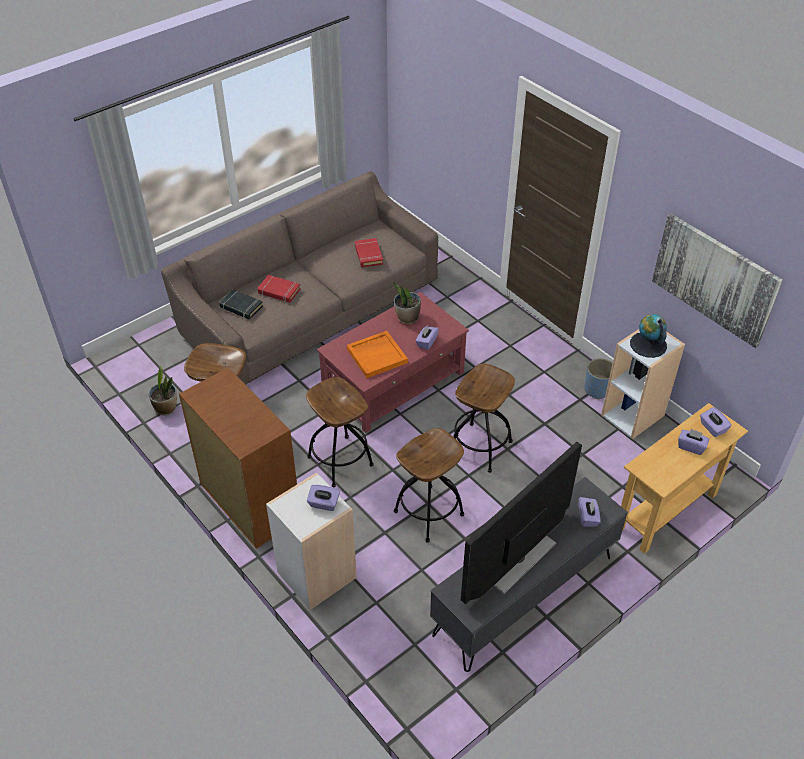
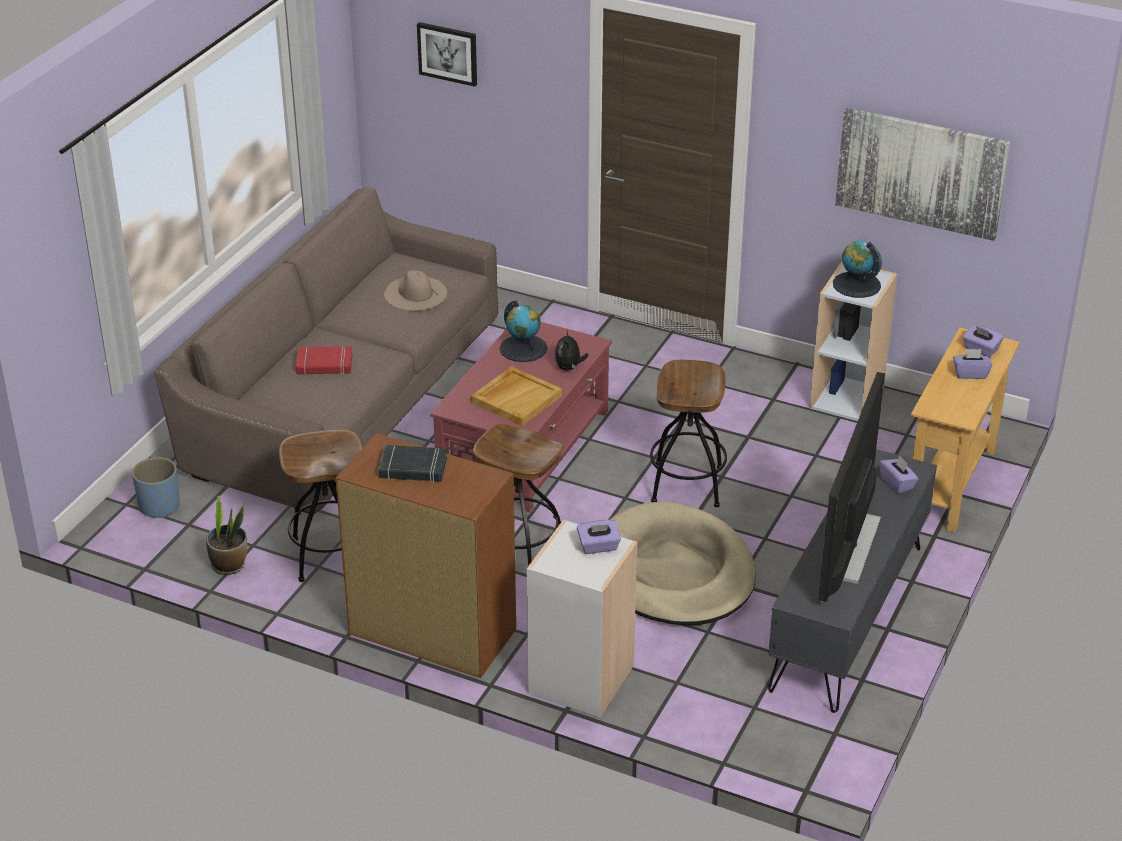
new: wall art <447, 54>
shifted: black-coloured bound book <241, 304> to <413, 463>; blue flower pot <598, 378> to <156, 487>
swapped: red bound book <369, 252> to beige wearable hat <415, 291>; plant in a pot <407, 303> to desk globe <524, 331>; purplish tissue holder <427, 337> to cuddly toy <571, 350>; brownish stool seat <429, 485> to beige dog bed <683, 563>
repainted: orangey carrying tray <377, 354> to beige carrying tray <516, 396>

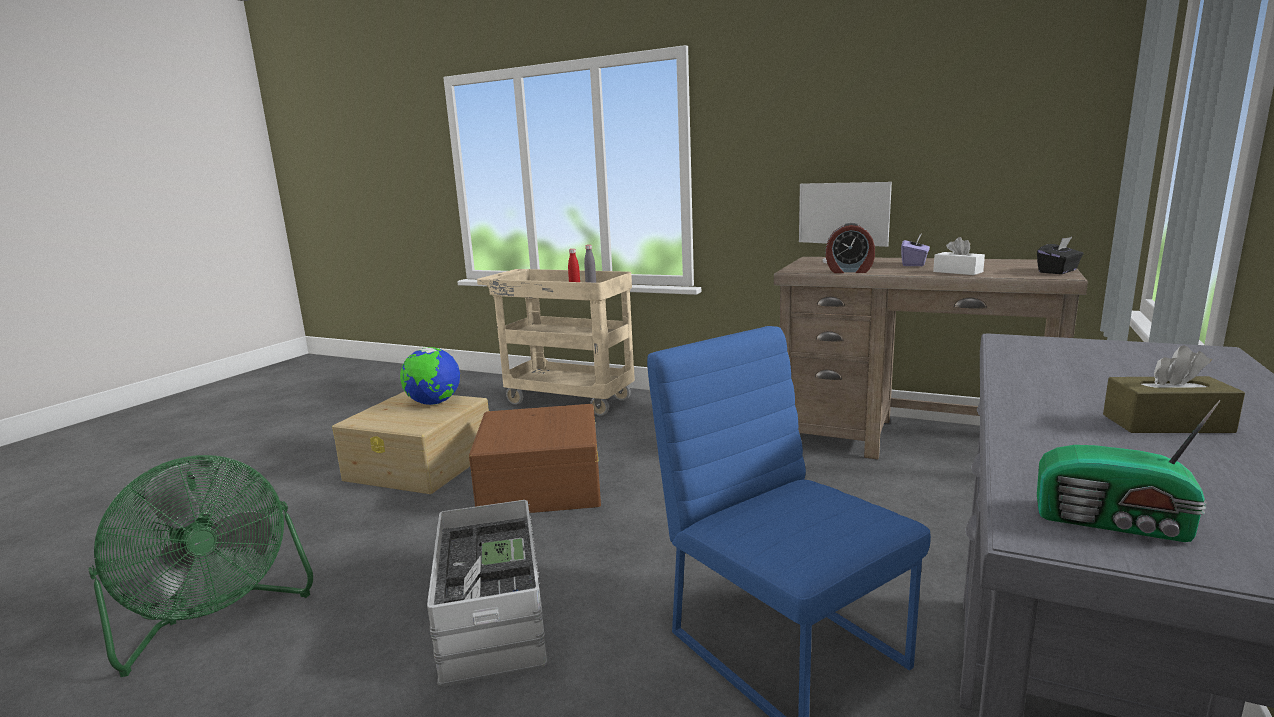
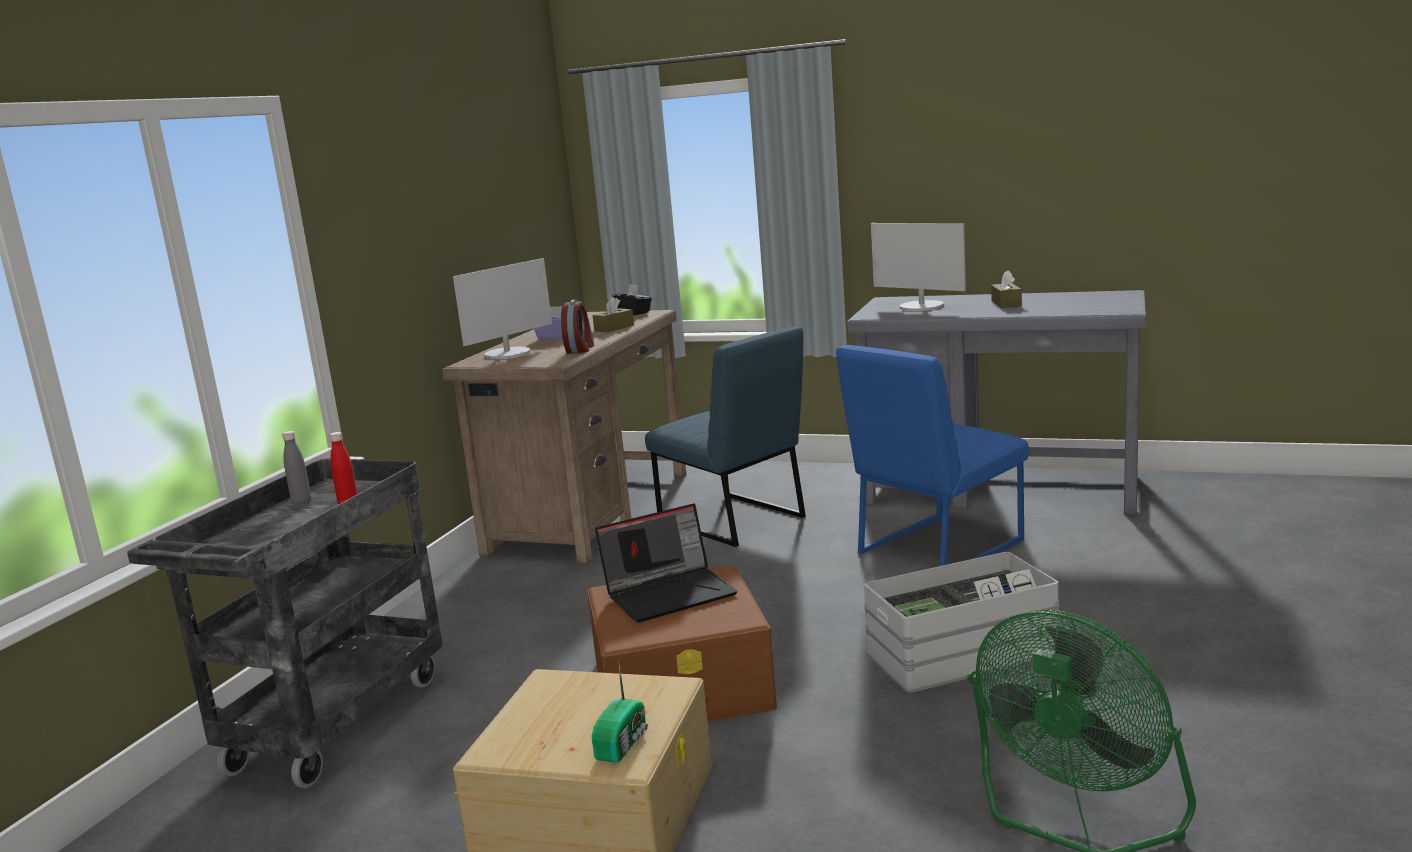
gone: desk globe <430, 376>
new: computer screen <918, 267>; blue plain chair <725, 437>; laptop <666, 563>
shifted: radio set <1129, 471> to <620, 712>
repainted: white-coloured tissue holder <959, 256> to brownish tissue holder <613, 315>; beige wheeled cart <556, 342> to black-coloured wheeled cart <285, 623>

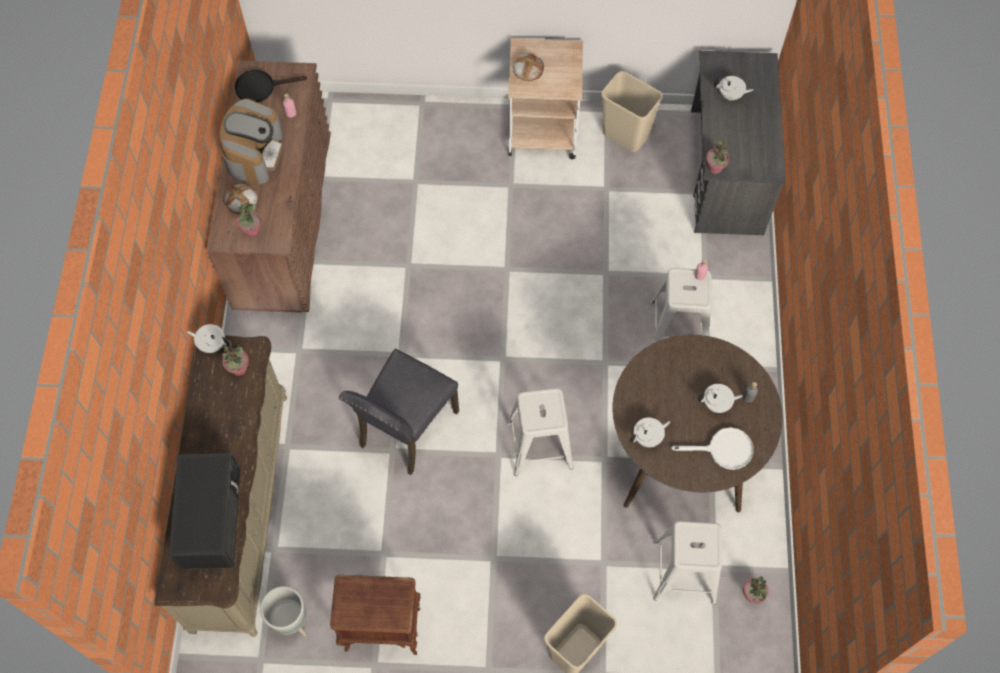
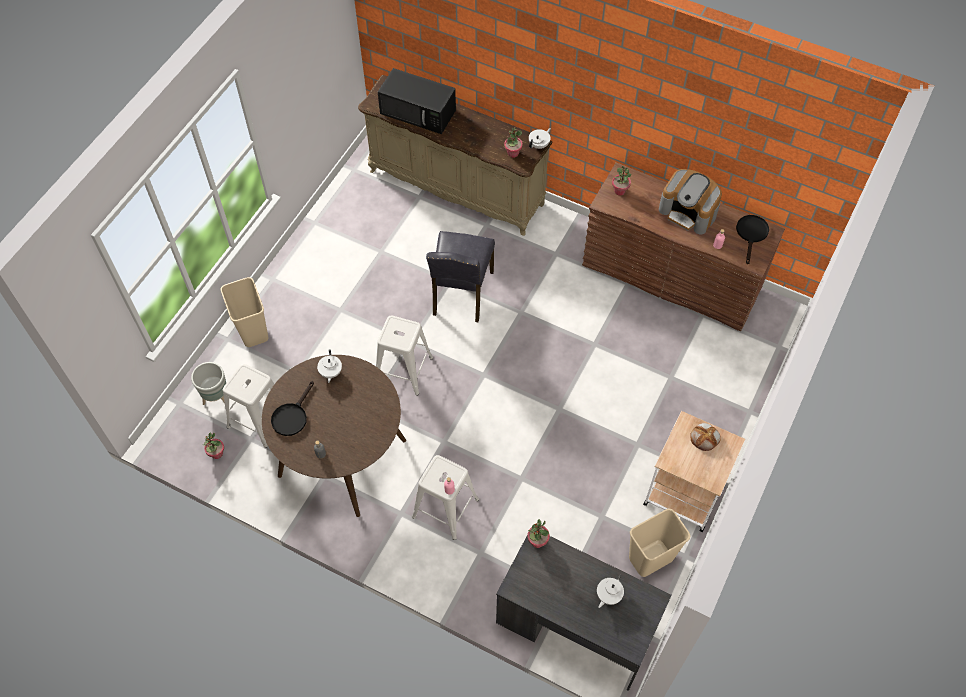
gone: bread <240, 199>; white-coloured pot for tea <720, 398>; brownish nightstand <375, 615>
shifted: greyish flower pot <283, 611> to <208, 383>
repainted: white-coloured skillet <712, 448> to black-coloured skillet <292, 408>
rotated: greyish plain chair <399, 411> = <460, 276> 135 degrees counterclockwise

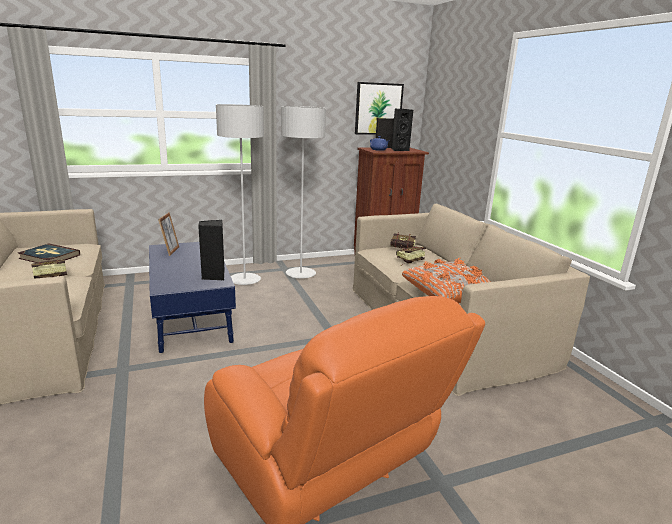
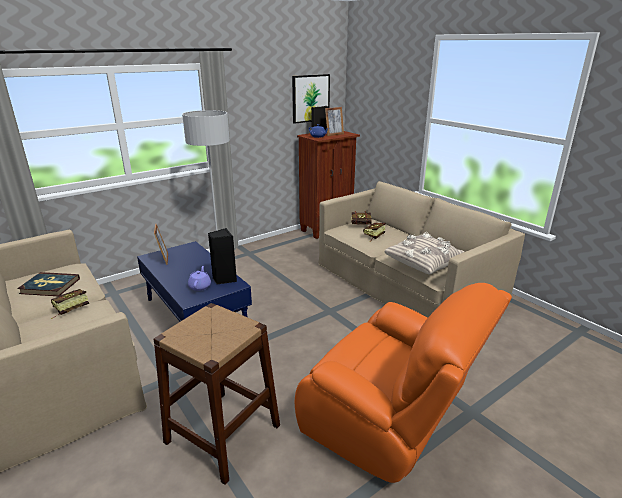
gone: greyish floor lamp <303, 192>
new: purplish pot for tea <199, 278>; brownish stool seat <216, 394>
swapped: black-coloured loudspeaker <402, 130> to photo frame <334, 121>
repainted: orangey cushion <446, 280> to beige cushion <424, 253>

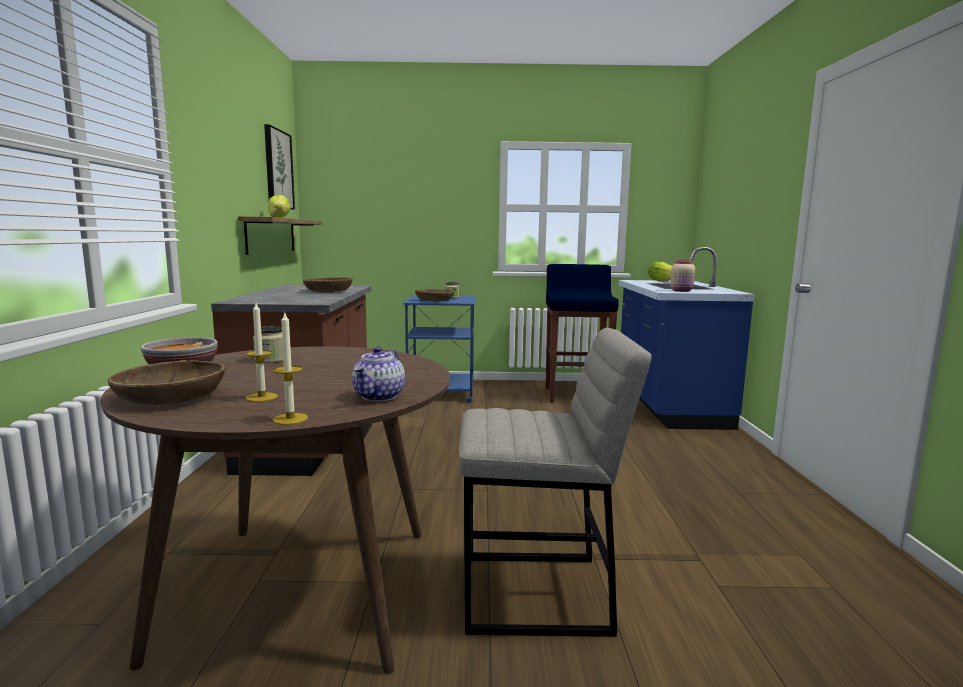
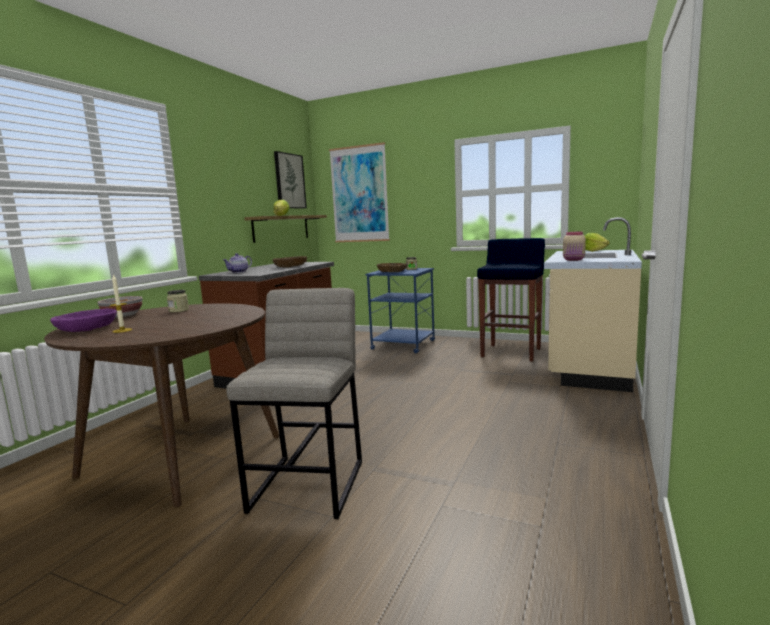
gone: candle <290, 369>
new: wall art <359, 192>
shifted: pot for tea <378, 373> to <237, 263>
repainted: blue kitchen counter <687, 338> to beige kitchen counter <593, 304>; brownish deep dish <166, 382> to purplish deep dish <83, 320>
rotated: greyish plain chair <555, 482> = <294, 403> 105 degrees counterclockwise

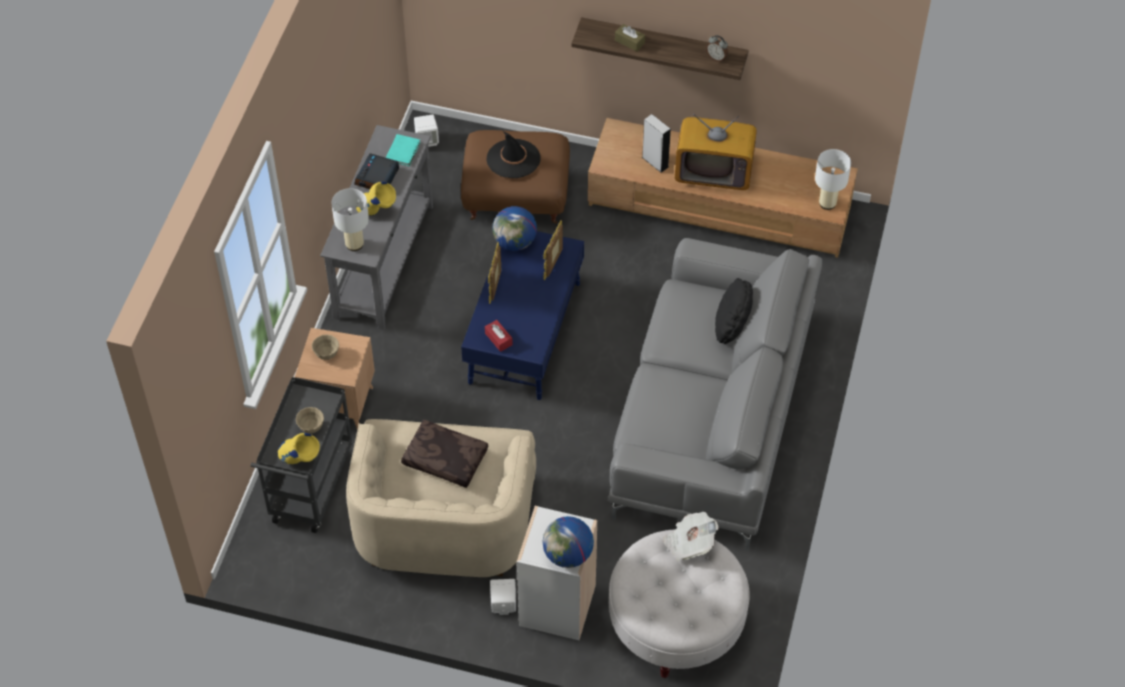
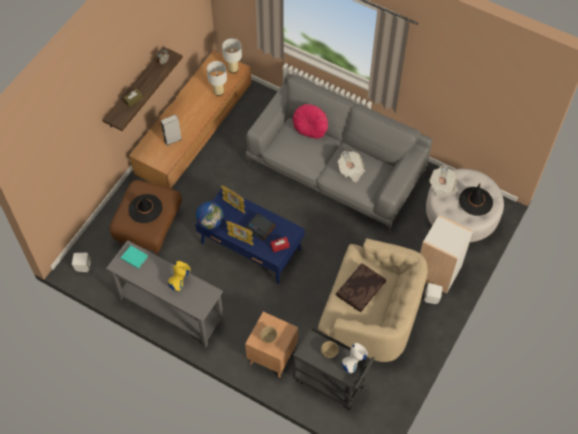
gone: TV set <716, 152>; desk globe <568, 542>
new: daily paper <351, 166>; black-coloured wearable hat <476, 199>
shifted: alarm clock <376, 171> to <260, 227>; white-coloured table lamp <350, 219> to <217, 78>
repainted: black-coloured cushion <734, 311> to pink cushion <310, 121>; yellow-coloured decorative vase <299, 448> to white-coloured decorative vase <355, 358>

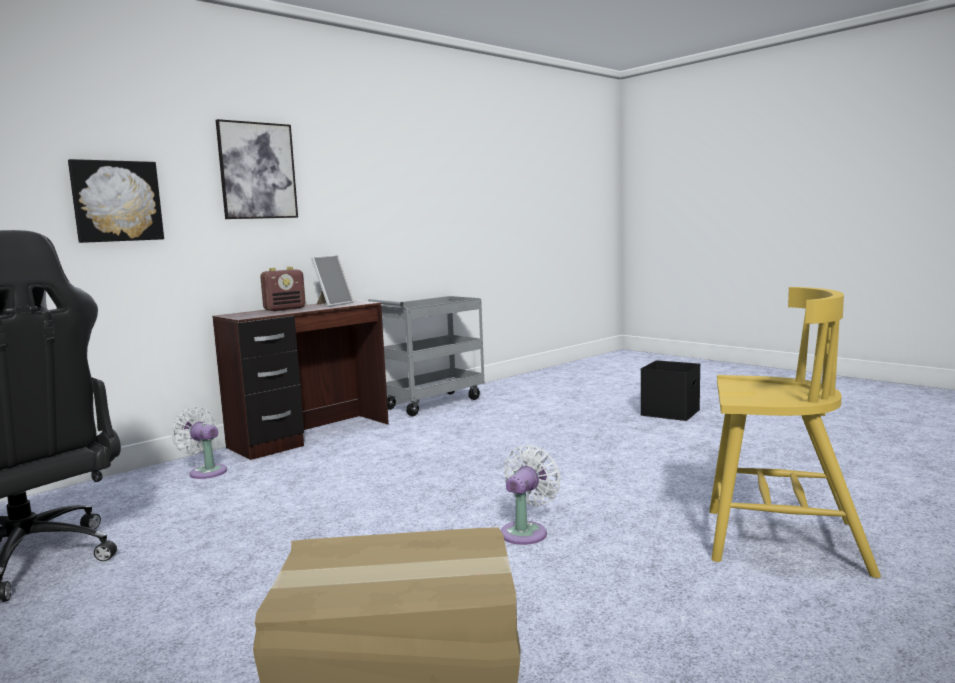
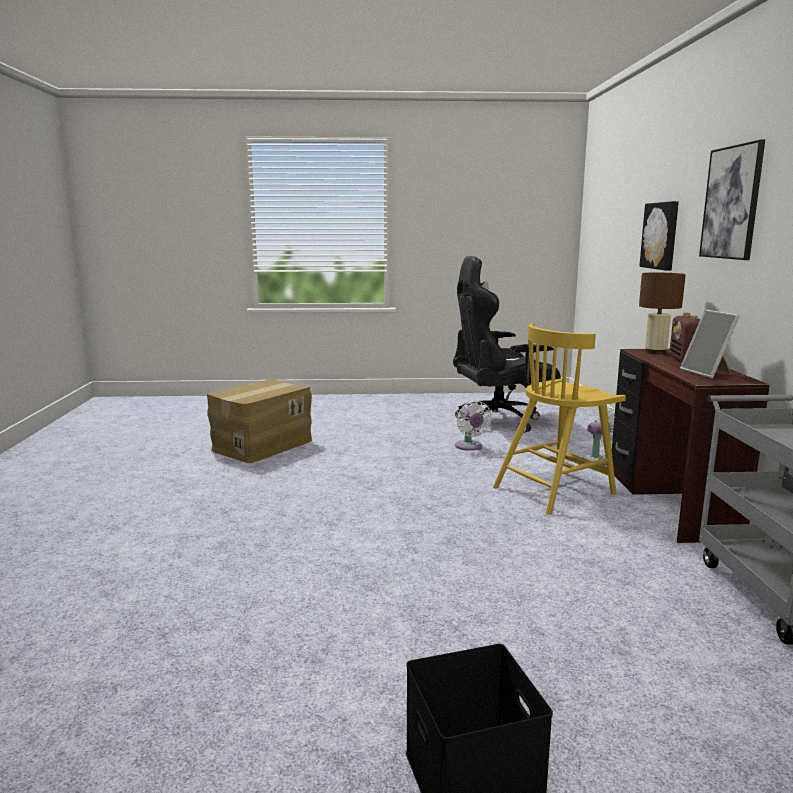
new: brownish table lamp <662, 313>
shifted: yellow-coloured plain chair <795, 432> to <559, 419>; white-coloured fan <531, 495> to <473, 426>

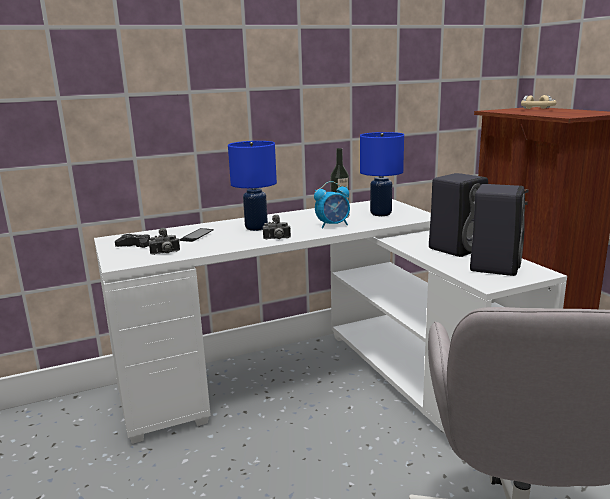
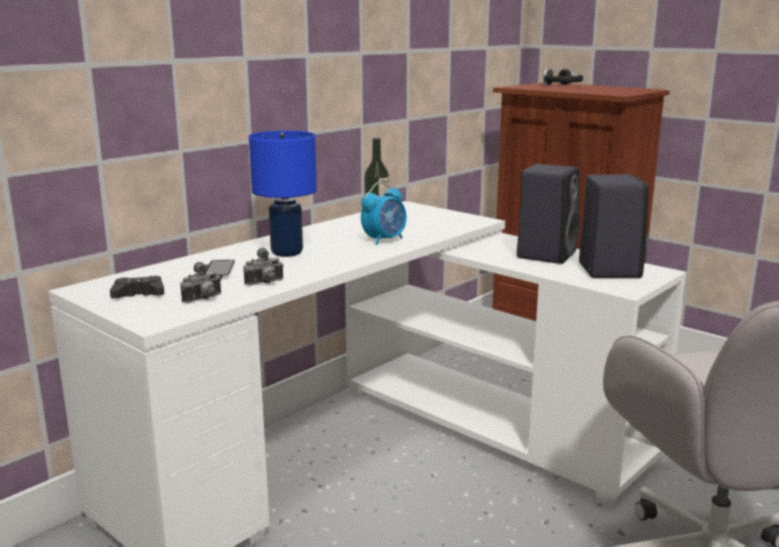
gone: blue table lamp <382, 174>
shifted: photo camera <276, 227> to <263, 267>
repainted: beige headphones <539, 102> to black-coloured headphones <563, 77>

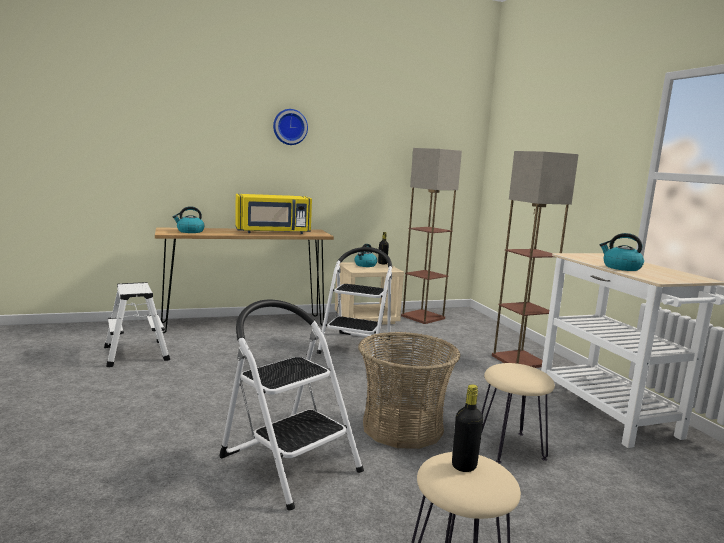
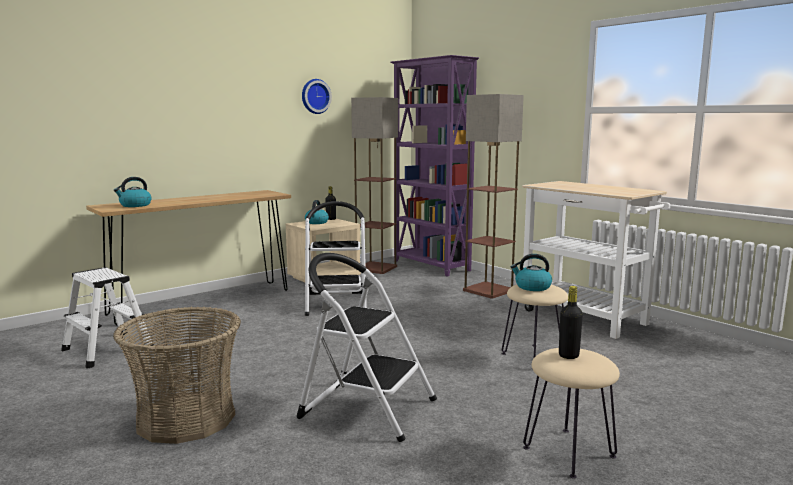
gone: yellow-coloured microwave <273, 214>
new: purplish bookshelf <435, 166>
shifted: wall clock <290, 127> to <317, 96>; kettle <622, 252> to <531, 272>; basket <409, 390> to <177, 375>

